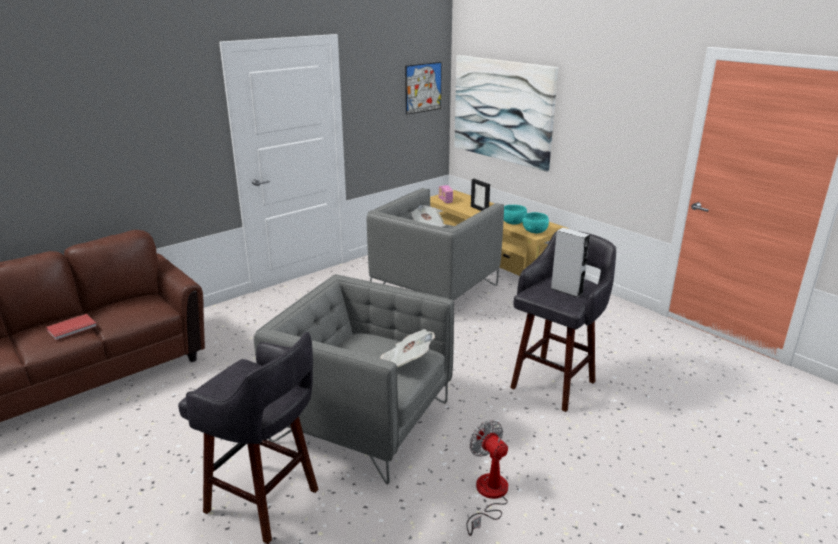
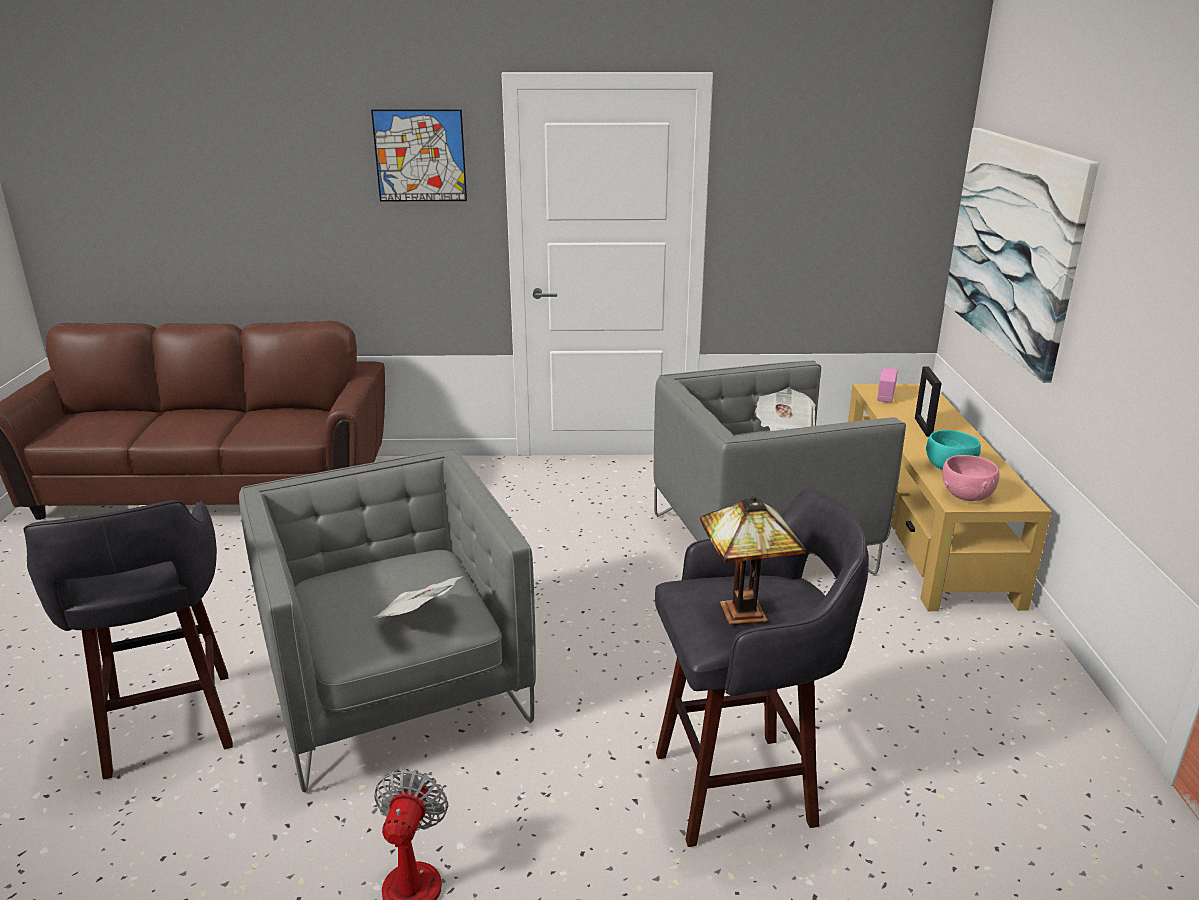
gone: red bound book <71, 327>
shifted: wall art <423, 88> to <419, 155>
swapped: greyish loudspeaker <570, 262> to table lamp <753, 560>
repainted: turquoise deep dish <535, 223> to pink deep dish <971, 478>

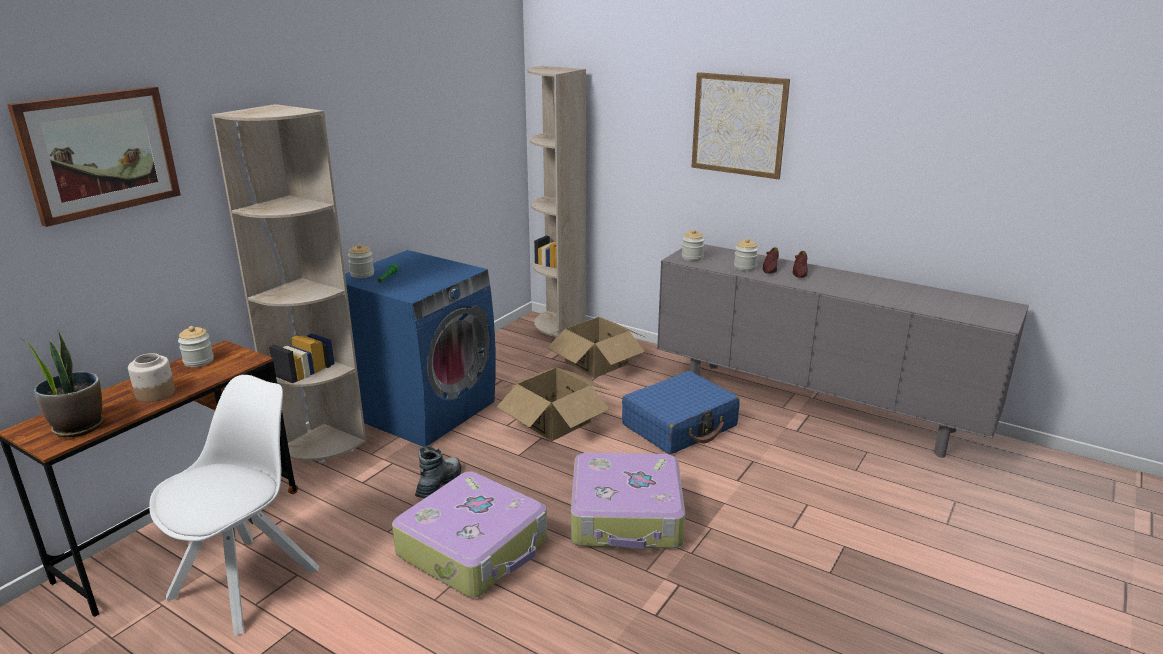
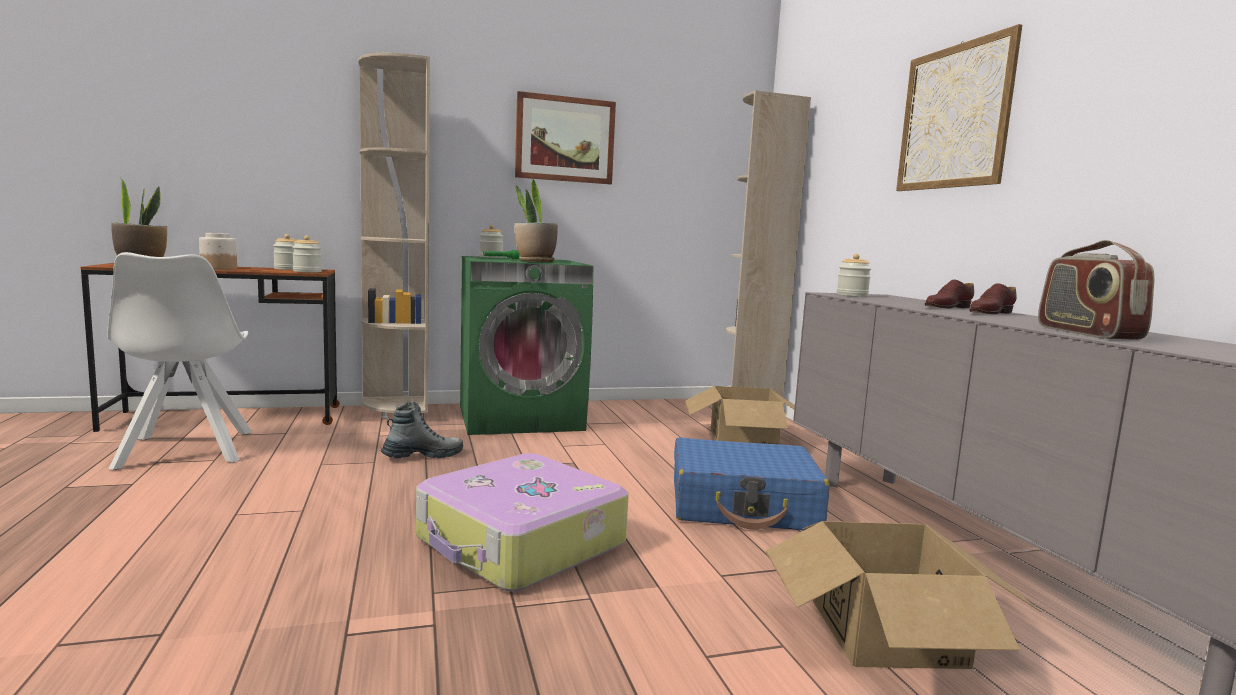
gone: suitcase <469, 535>
new: plant in a pot <536, 220>; radio set <1096, 290>
shifted: wall art <94, 157> to <565, 137>; jar <746, 254> to <307, 253>; cardboard box <553, 404> to <903, 595>
repainted: blue laundry machine <420, 348> to green-coloured laundry machine <526, 345>
rotated: white-coloured plain chair <234, 505> = <179, 361> 90 degrees clockwise

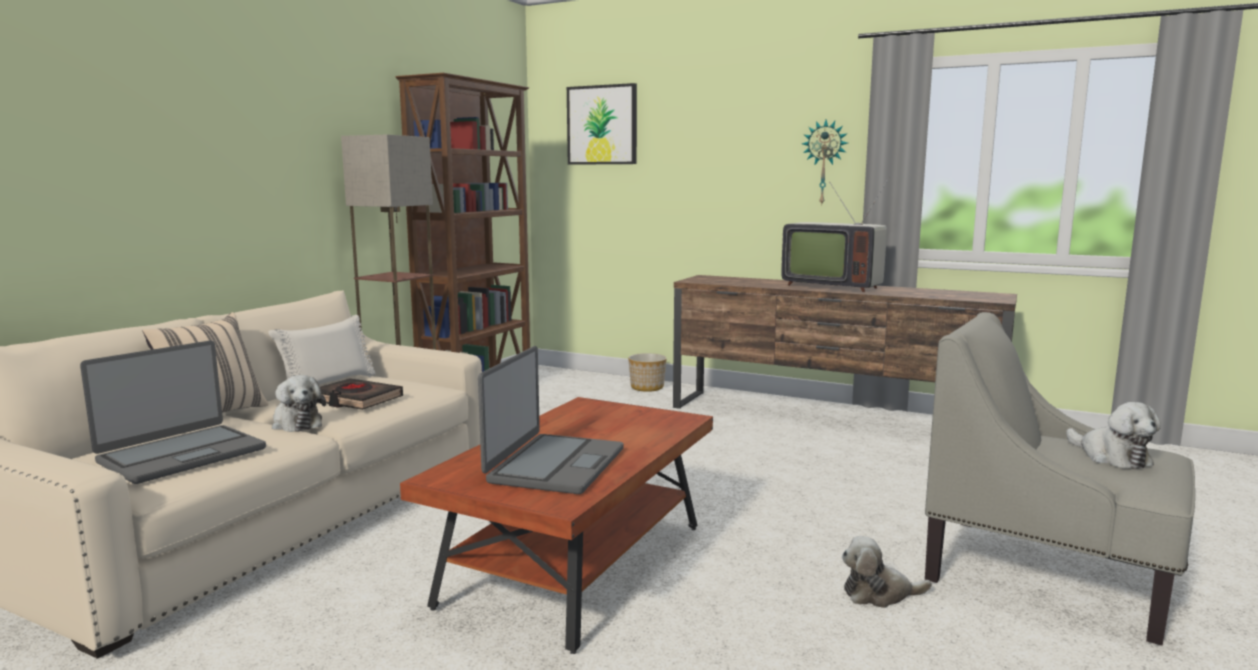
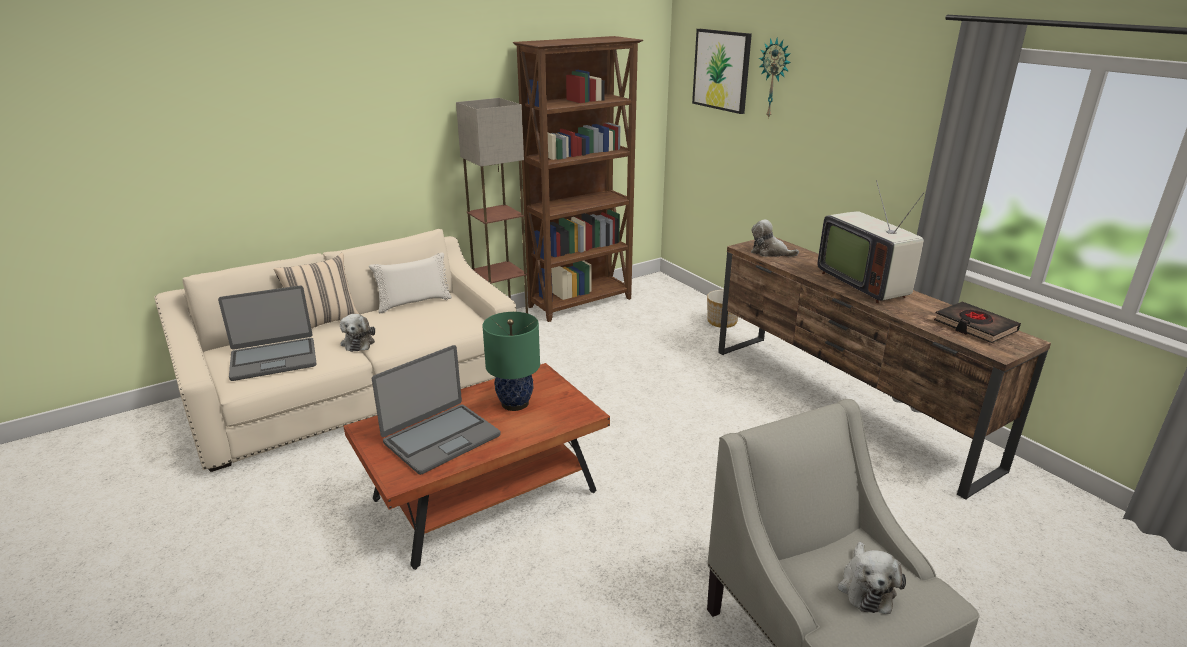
new: green-coloured table lamp <511, 361>
shifted: wall clock <825, 163> to <775, 78>; black-coloured bound book <361, 394> to <977, 322>; cuddly toy <887, 572> to <775, 238>

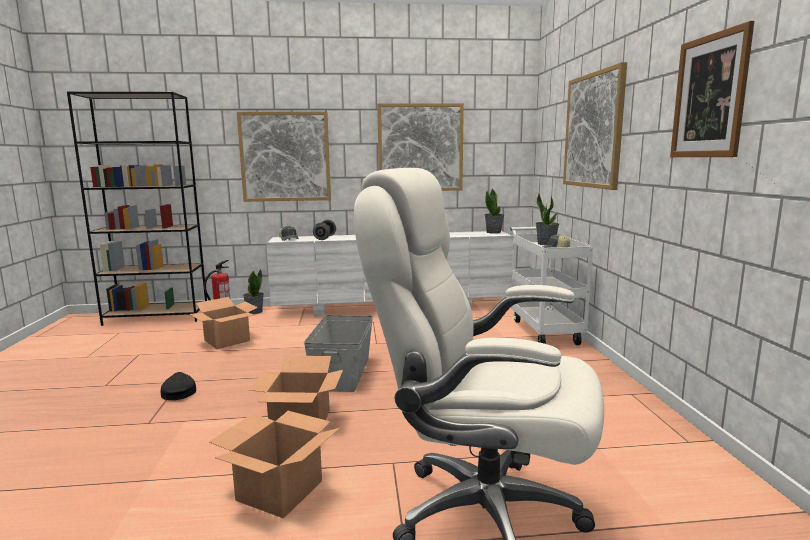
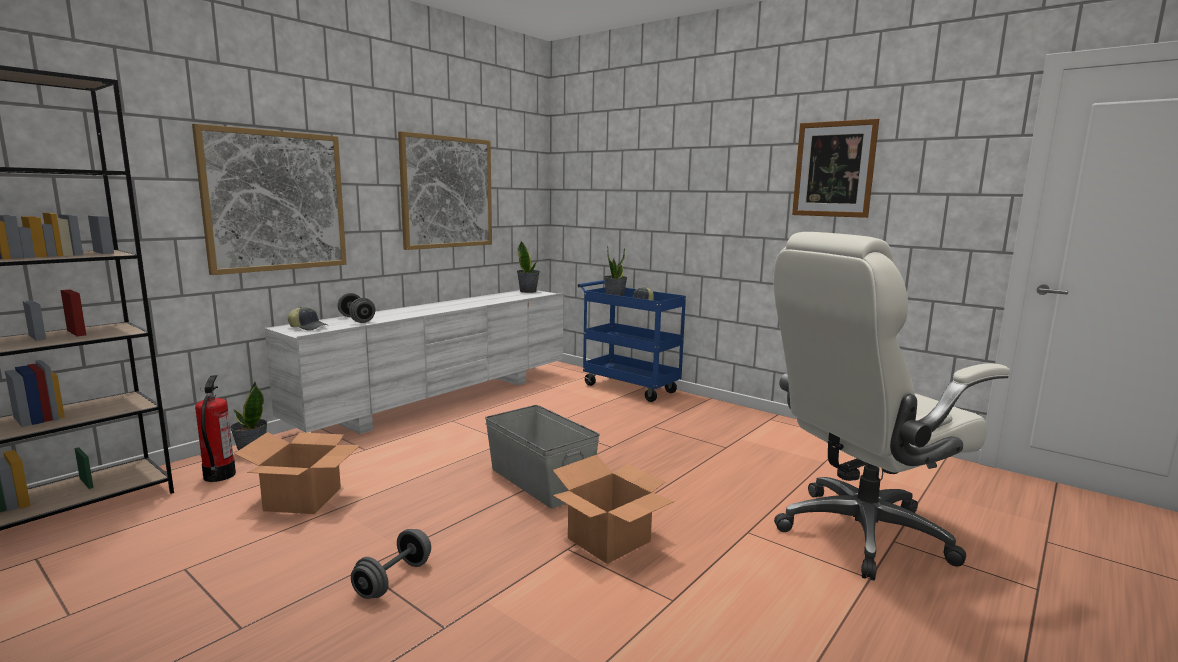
gone: wall art <595, 126>; cardboard box <275, 465>
swapped: black-coloured cap <178, 386> to greyish hand weight <391, 564>
repainted: white-coloured wheeled cart <551, 286> to blue wheeled cart <632, 341>

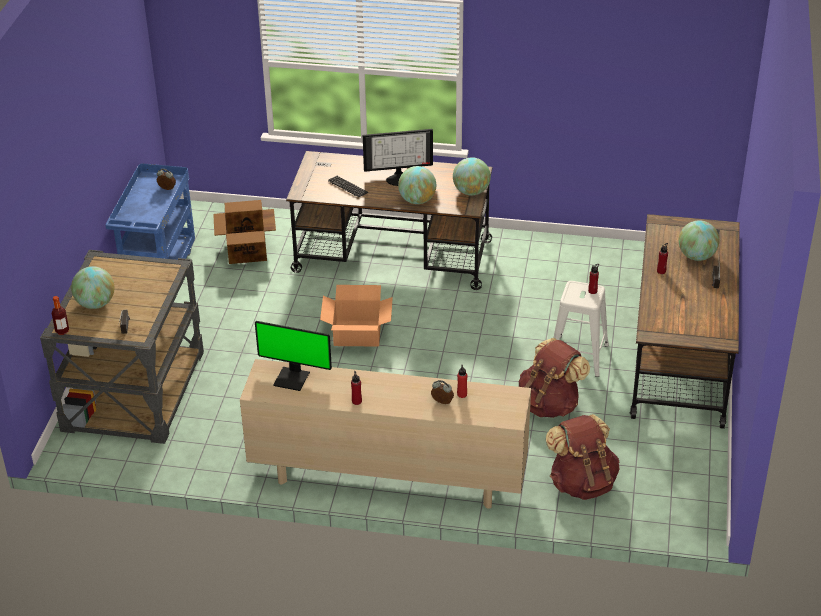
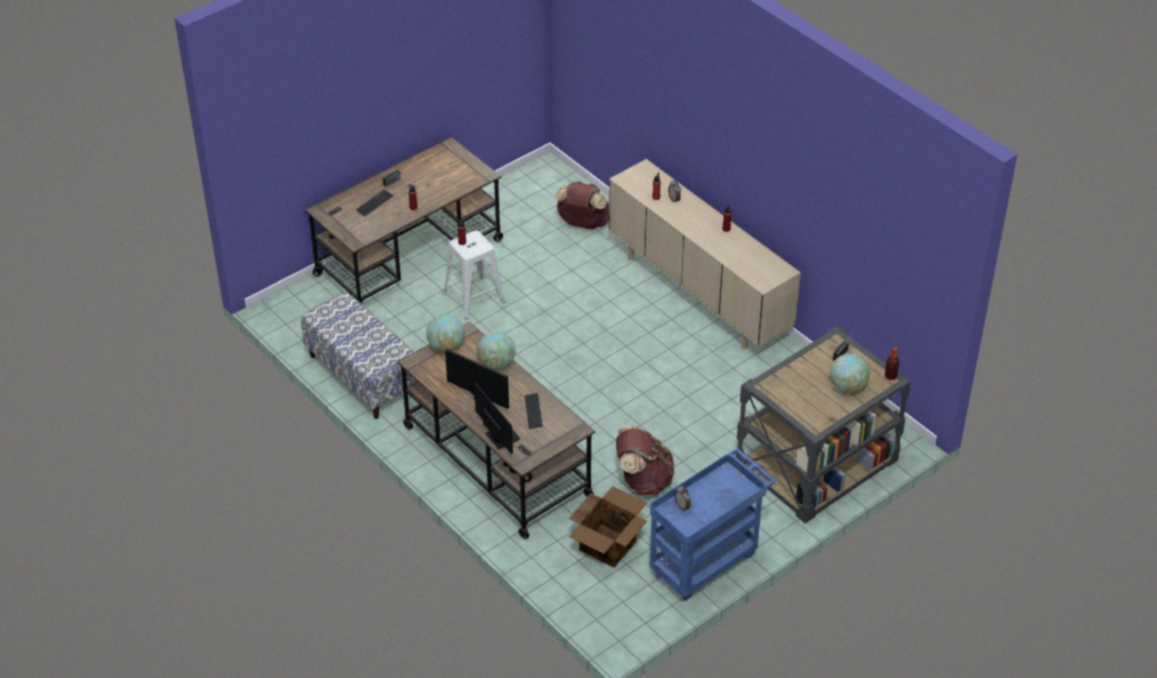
gone: cardboard box <356, 316>
new: long seat <359, 355>
shifted: computer screen <293, 356> to <497, 418>; brownish backpack <554, 378> to <645, 460>
swapped: desk globe <699, 240> to keyboard <374, 202>

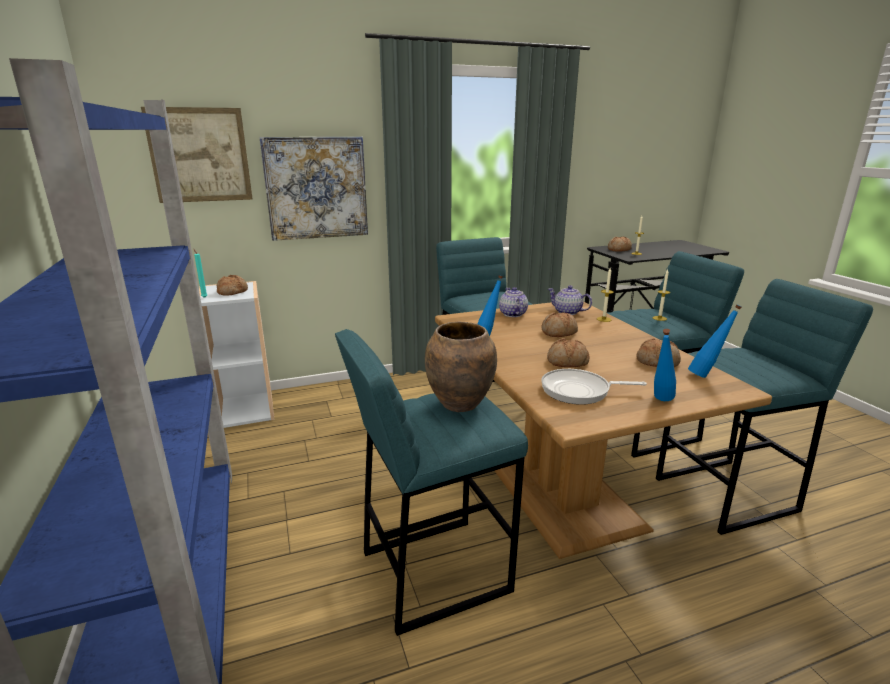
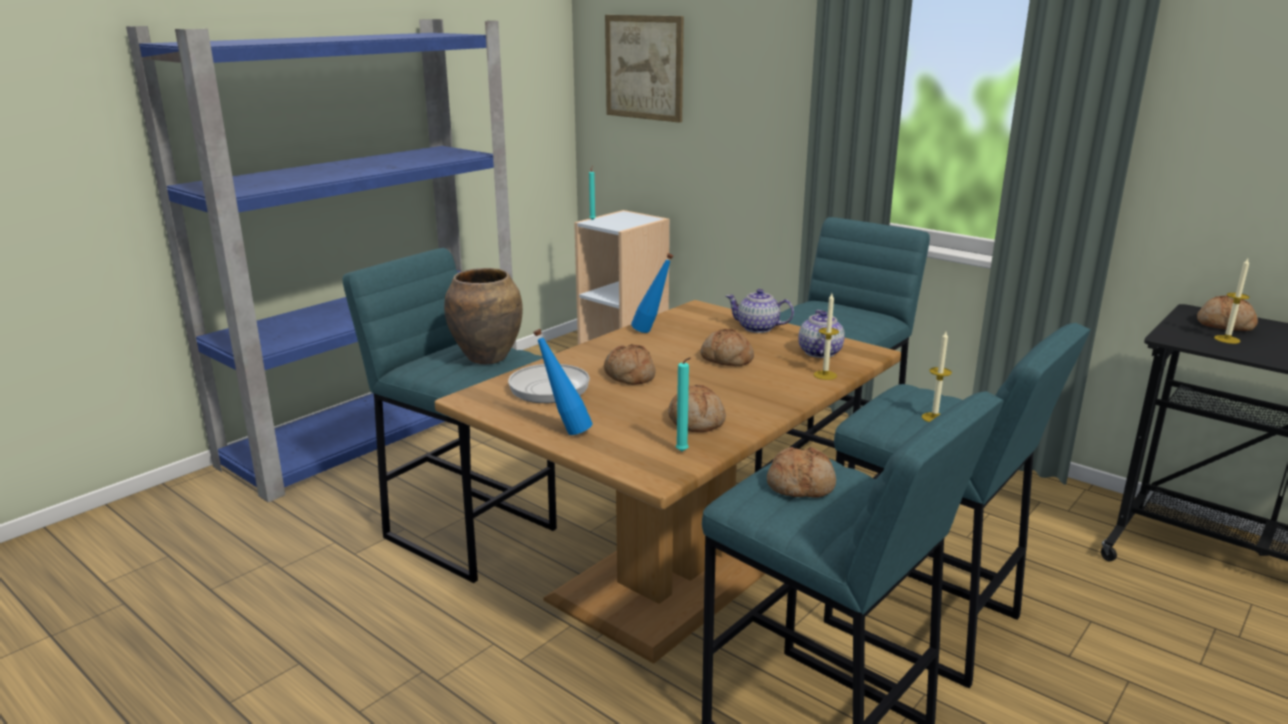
gone: wall art <314, 189>
shifted: bread <232, 285> to <801, 472>
swapped: blue drink bottle <715, 341> to turquoise candle <683, 404>
rotated: pot for tea <513, 302> = <760, 311> 120 degrees counterclockwise

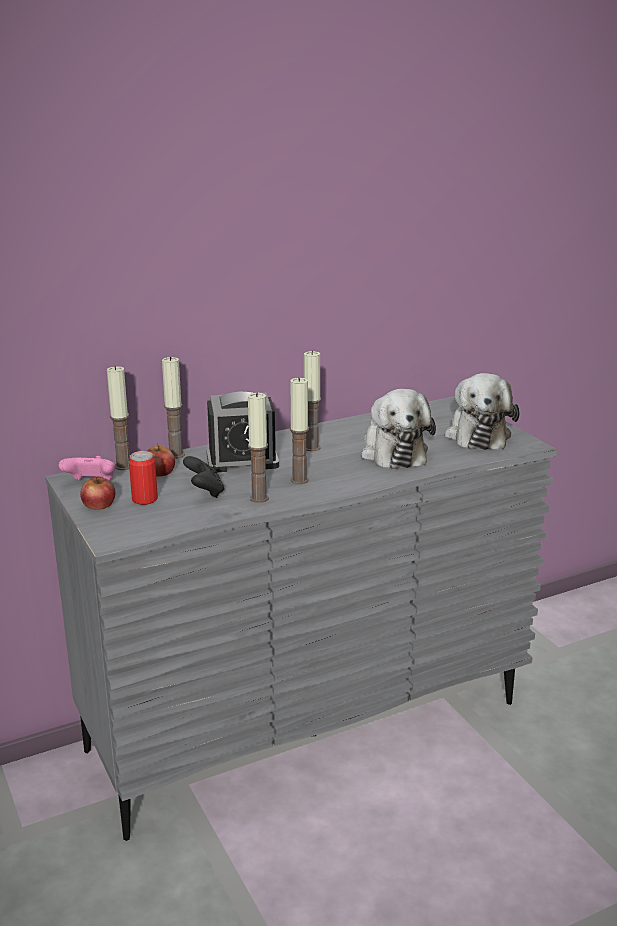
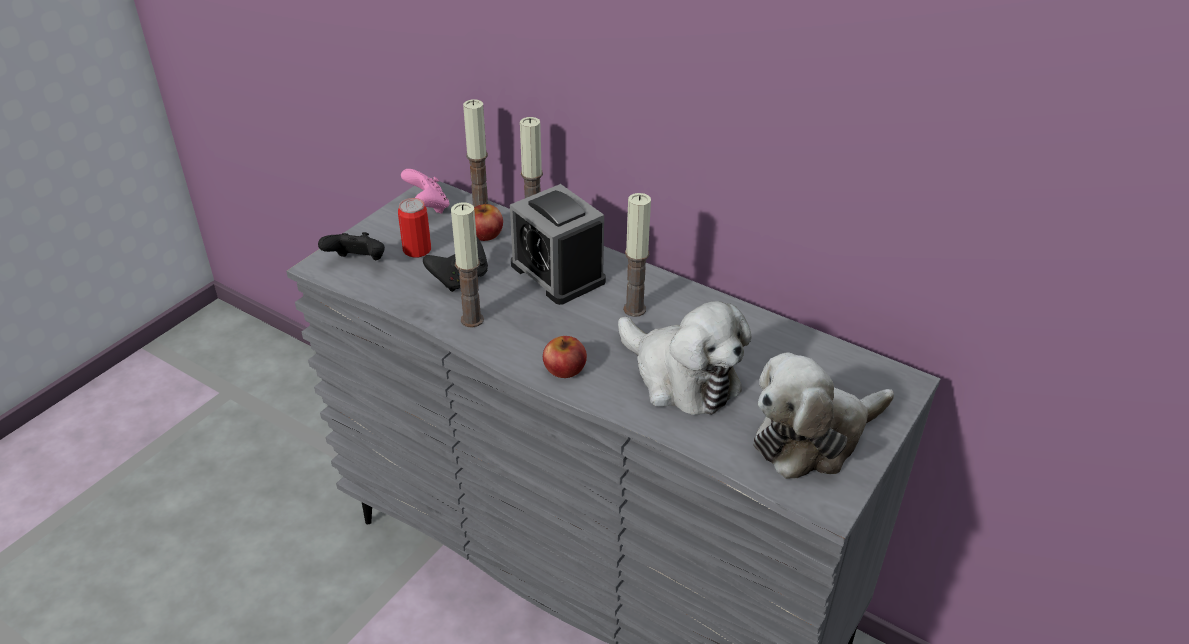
gone: candle <299, 430>
new: black-coloured game controller <351, 246>
shifted: apple fruit <97, 493> to <565, 357>
rotated: cuddly toy <398, 429> = <685, 358> 90 degrees counterclockwise

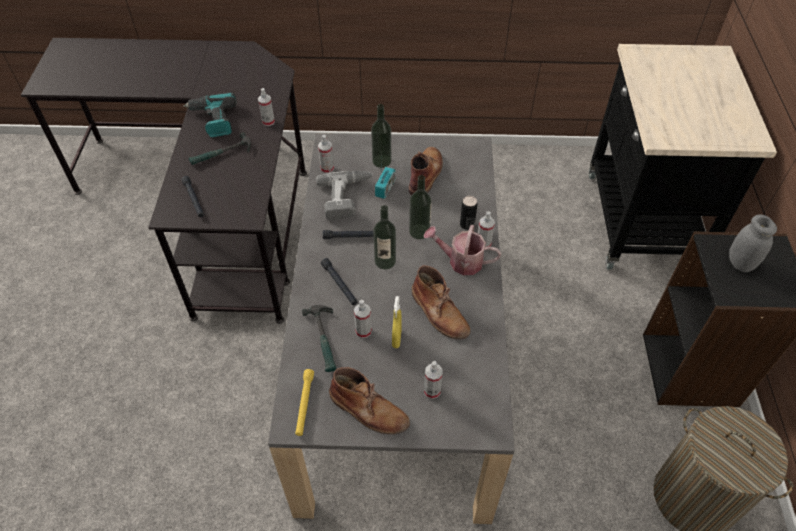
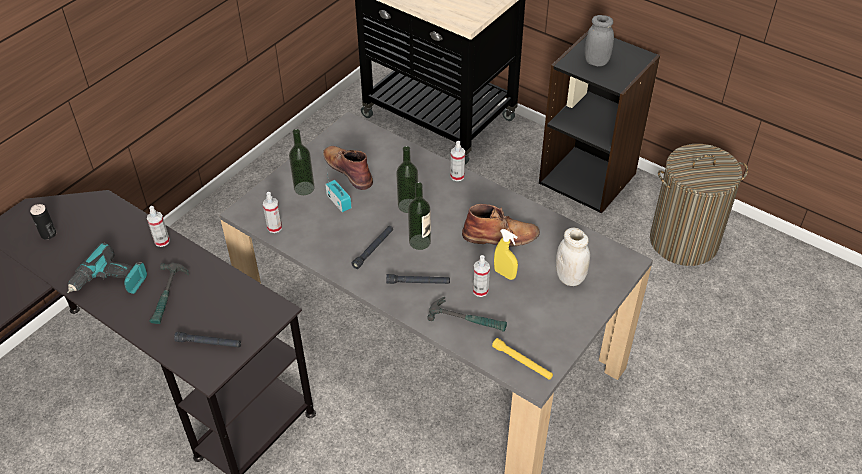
gone: drill <345, 195>; watering can <462, 250>; brownish tall boot <369, 400>
shifted: metal can <468, 213> to <43, 222>
swapped: sprayer <433, 380> to white-coloured jar <573, 257>

